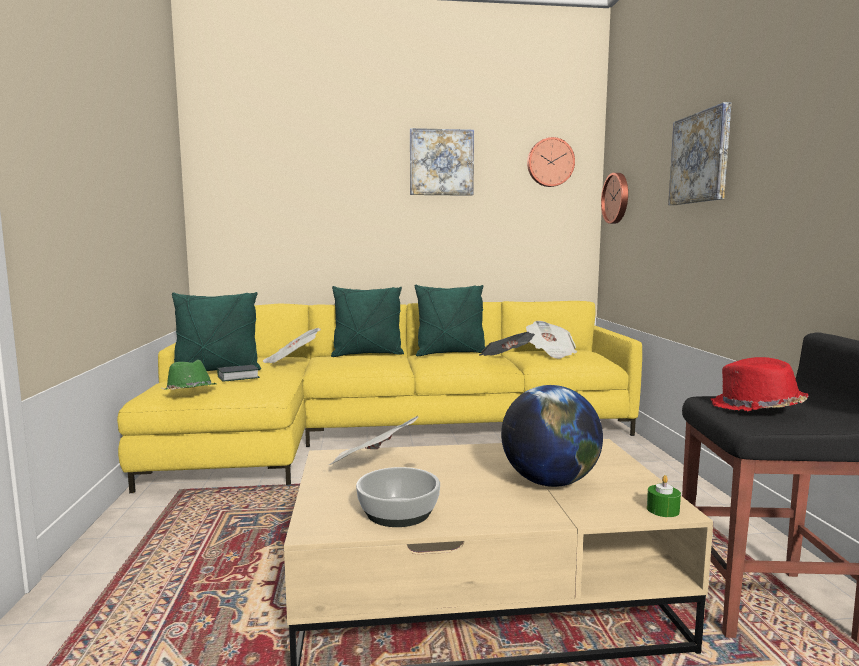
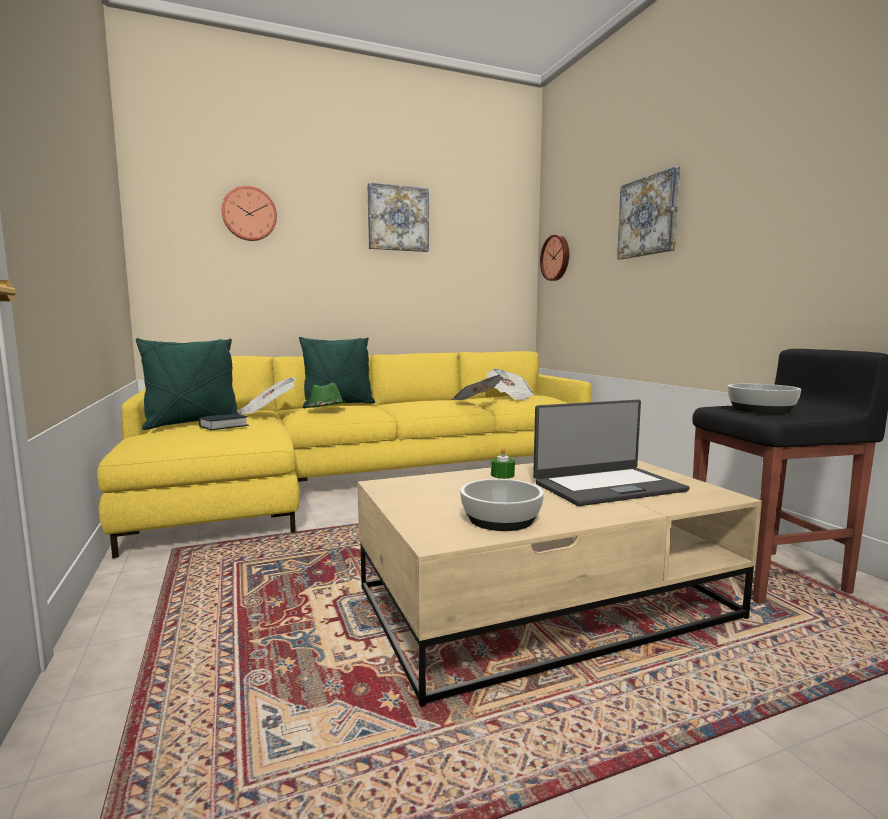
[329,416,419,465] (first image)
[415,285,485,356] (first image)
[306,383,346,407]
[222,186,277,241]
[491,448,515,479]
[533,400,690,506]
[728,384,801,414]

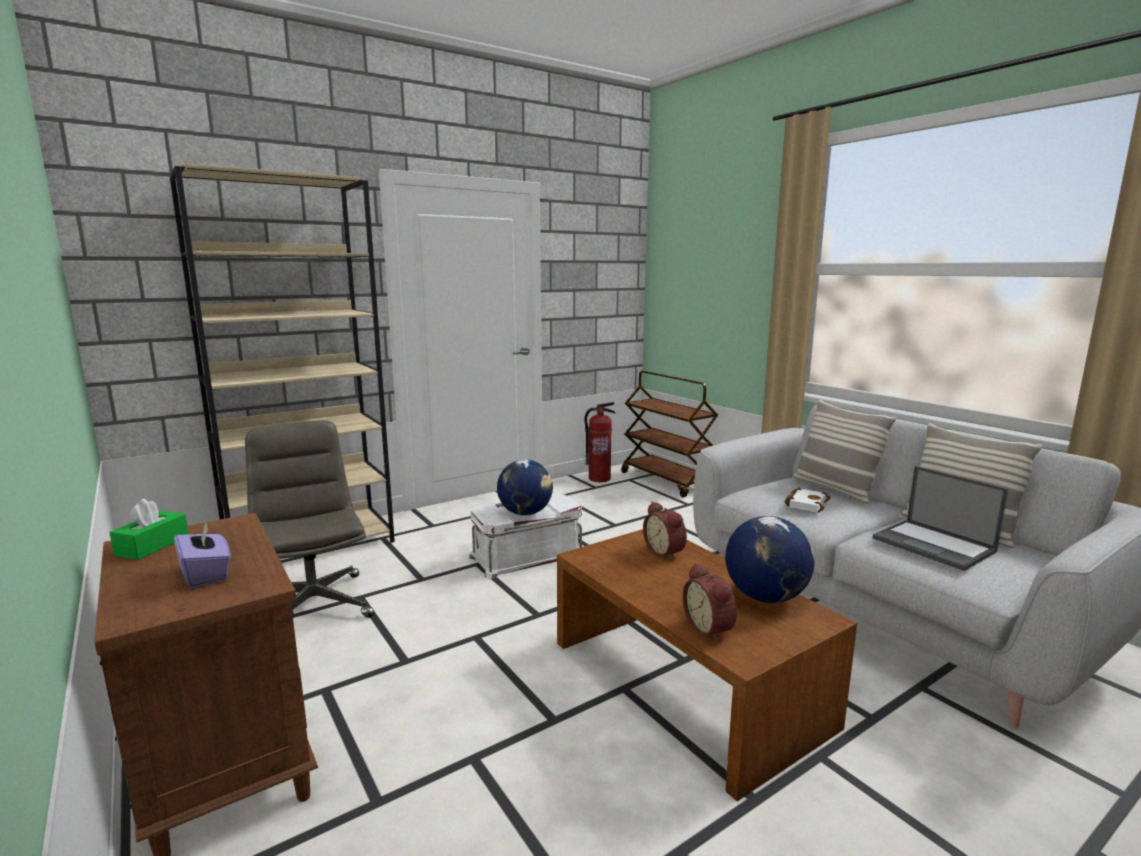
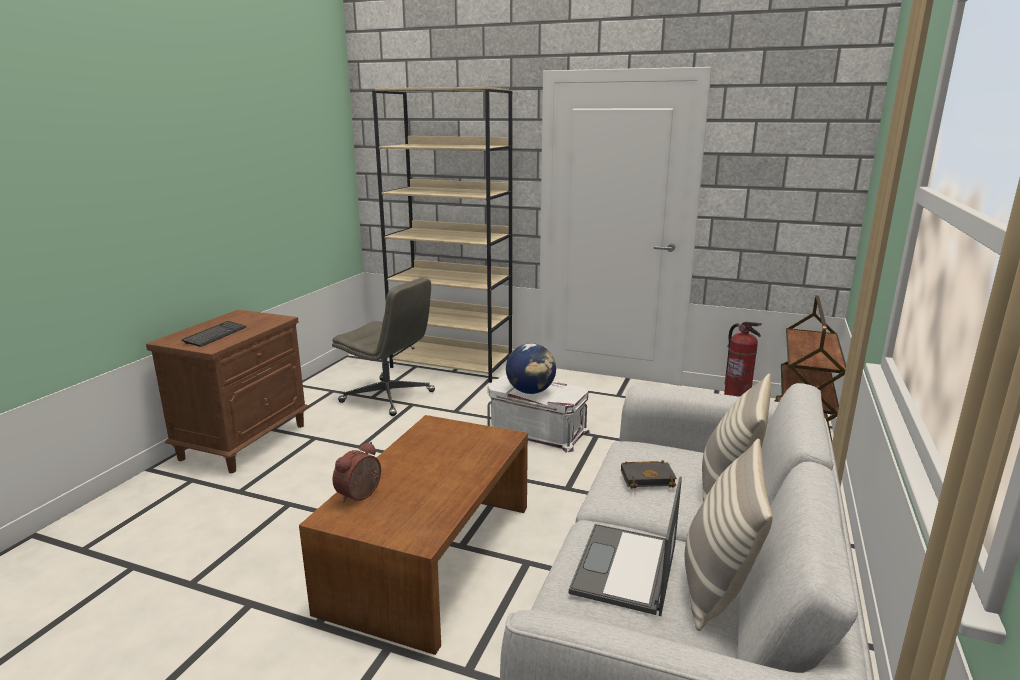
[109,498,189,560] (first image)
[643,501,687,561] (first image)
[725,516,815,603] (first image)
[182,321,247,347]
[621,460,677,489]
[332,278,435,416]

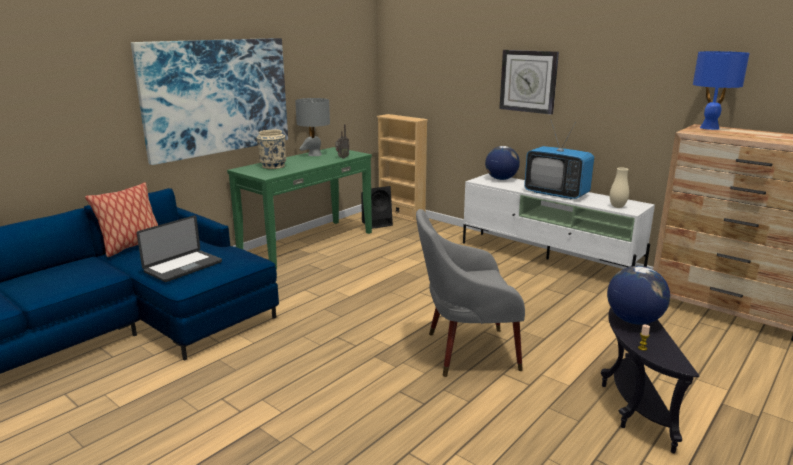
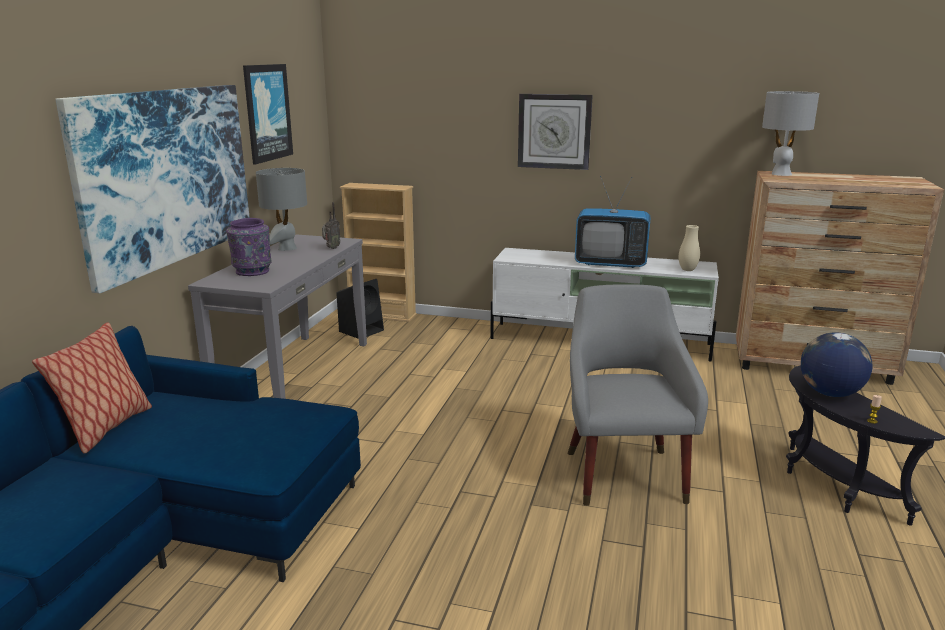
[137,215,222,282] (first image)
[485,146,520,180] (first image)
[243,64,293,165]
[188,234,367,399]
[226,218,272,276]
[762,91,819,176]
[567,284,708,506]

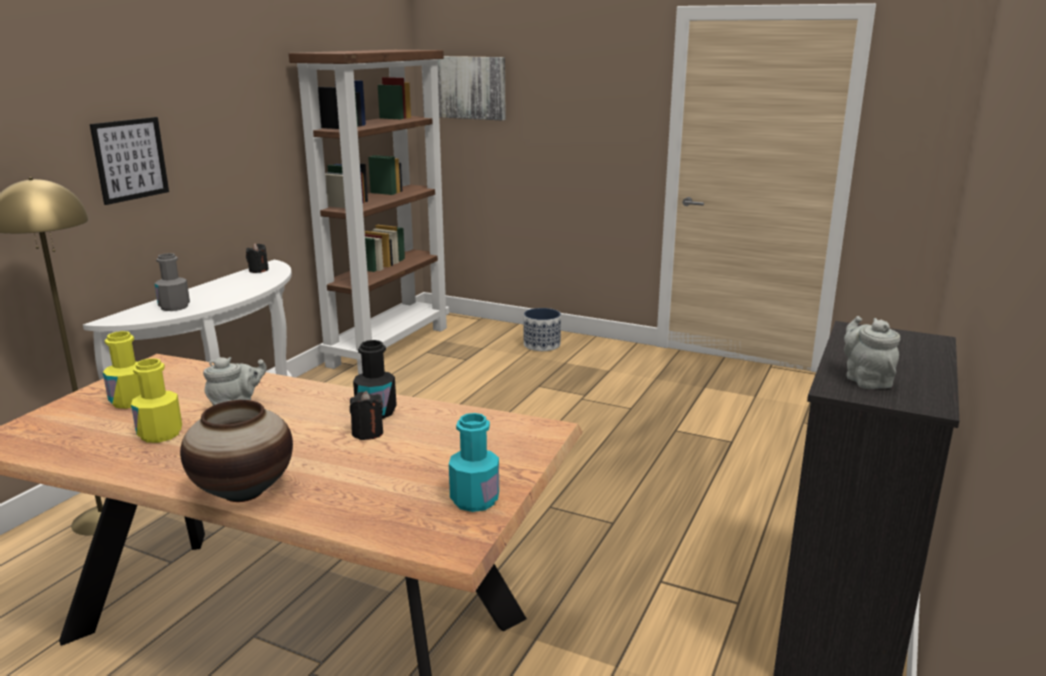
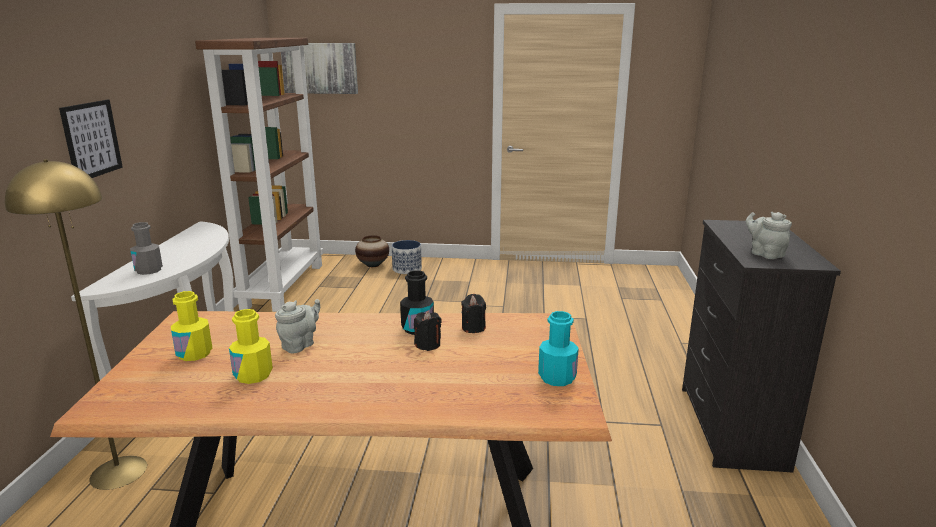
[355,235,389,267]
[461,294,486,333]

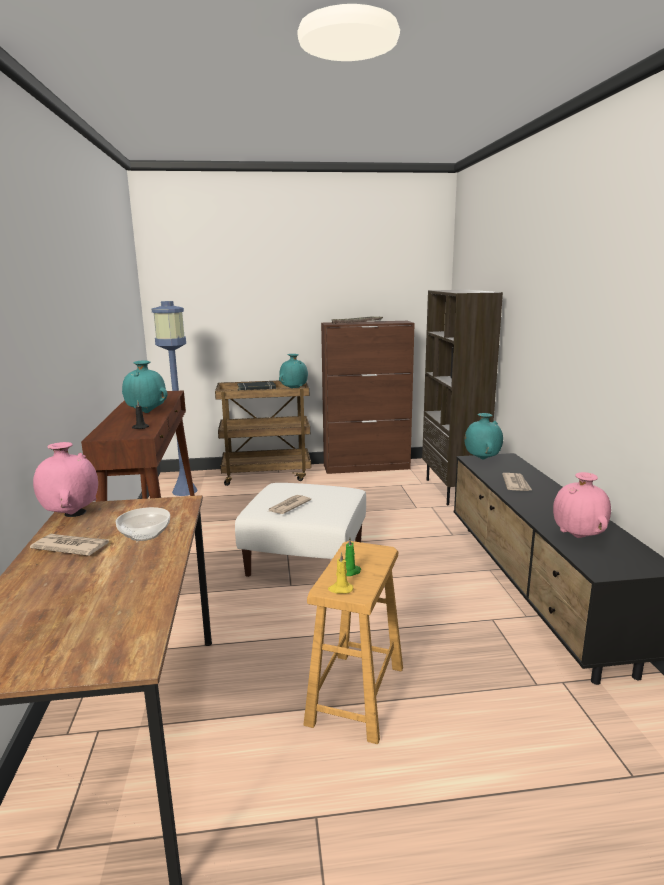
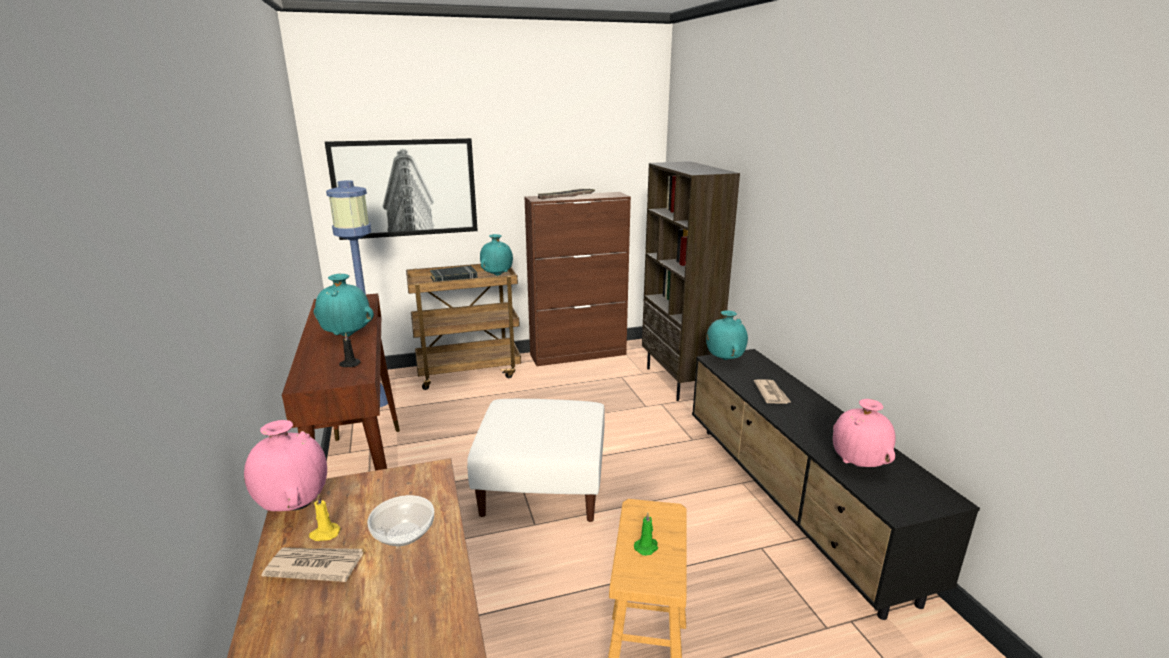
[269,495,311,514] (first image)
[325,138,478,240]
[309,494,340,541]

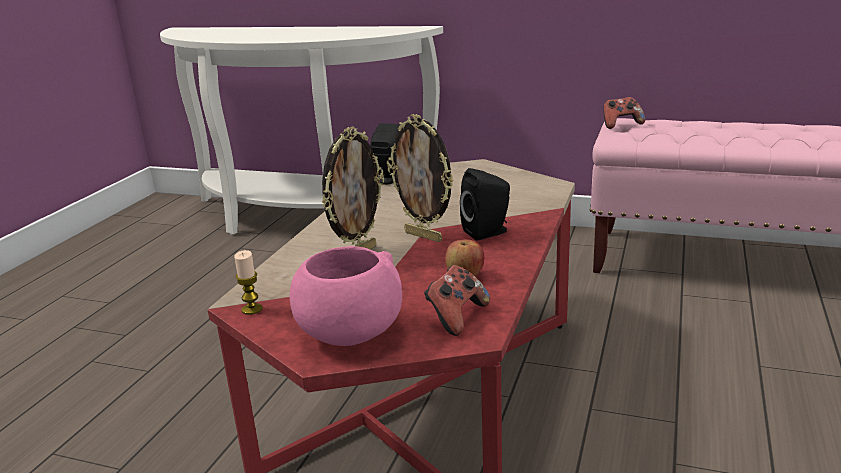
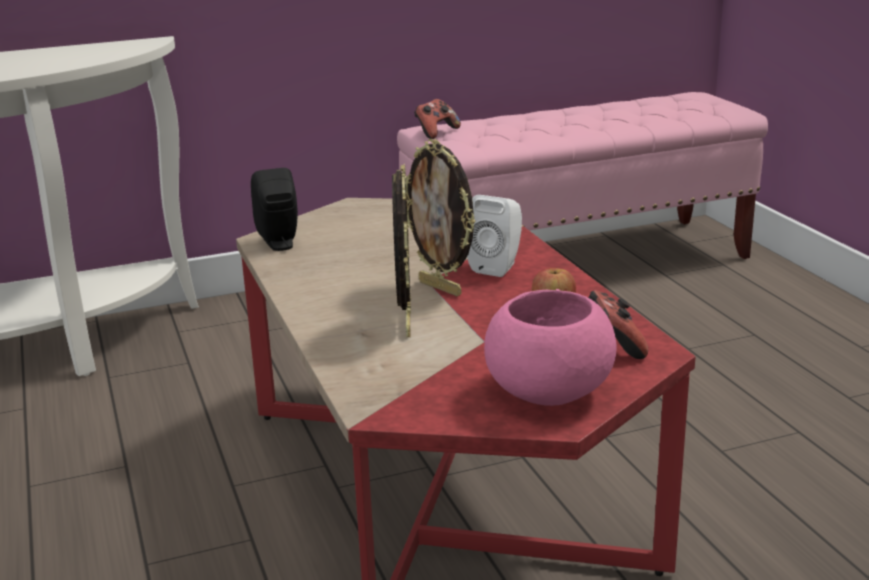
[234,250,262,315] (first image)
[467,195,522,277]
[406,139,476,296]

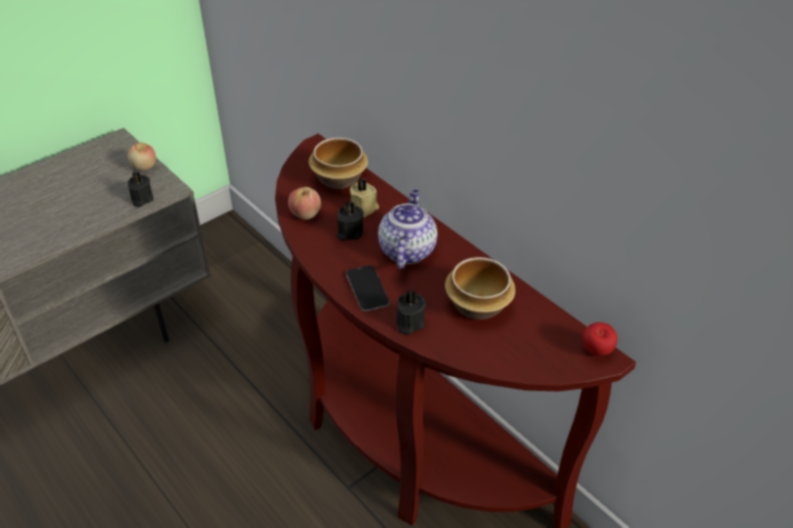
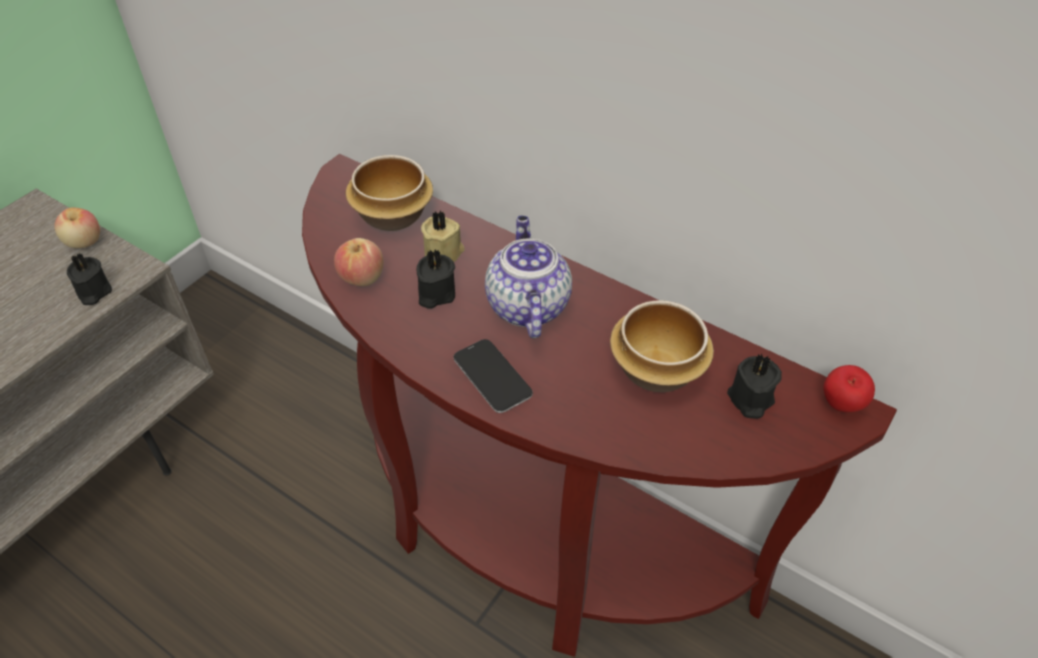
[727,353,782,419]

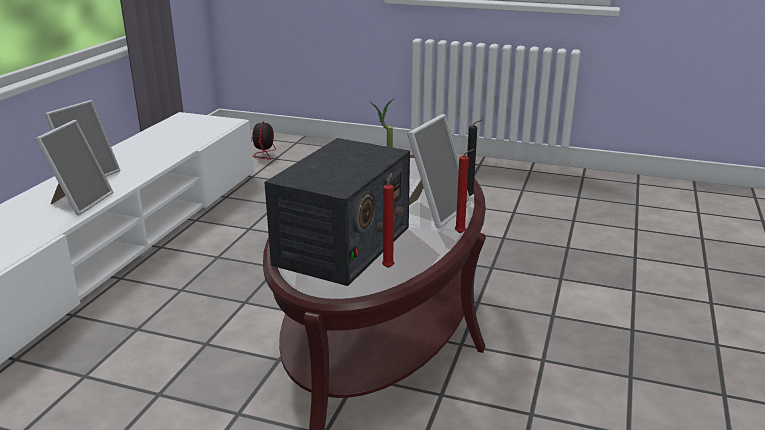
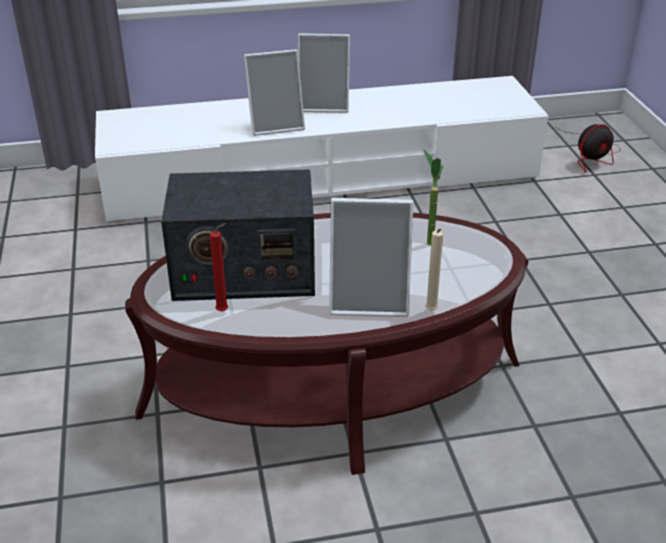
[455,149,475,233] (first image)
[425,229,443,311]

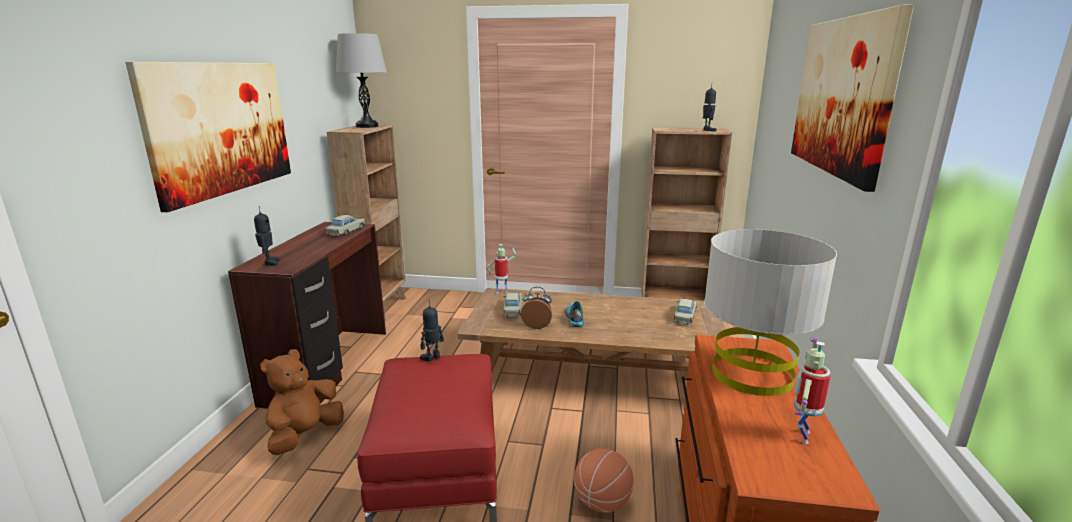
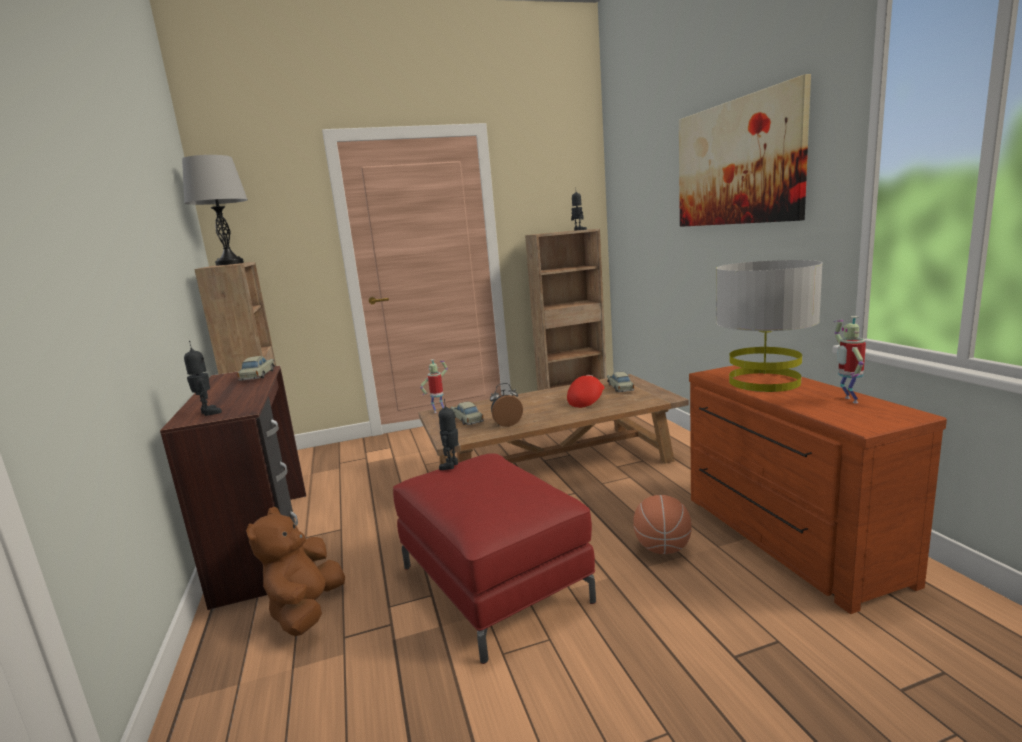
[125,62,291,212] (first image)
[565,301,584,327] (first image)
[567,375,604,408]

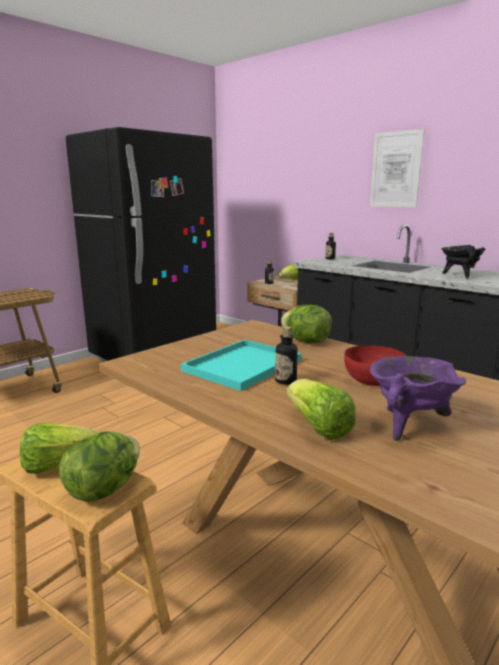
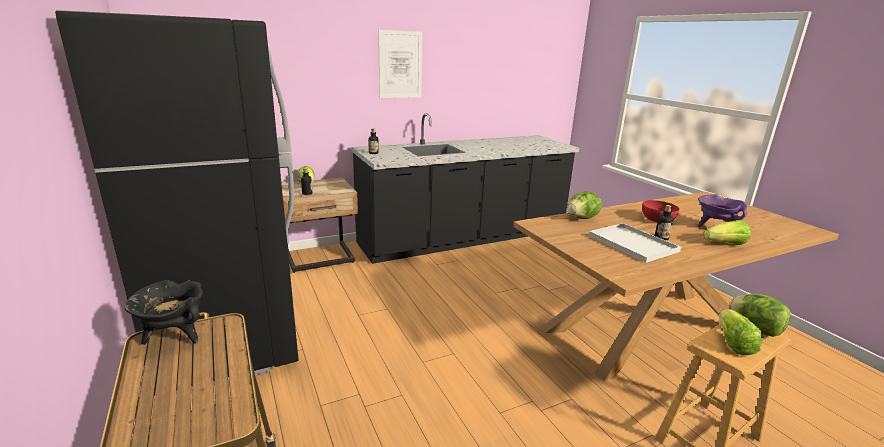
[125,280,203,345]
[589,223,681,263]

